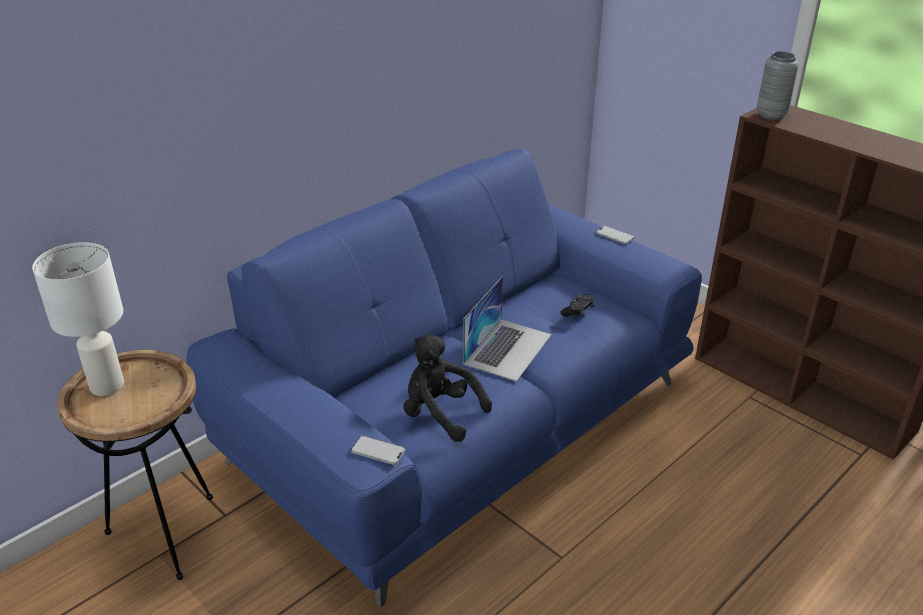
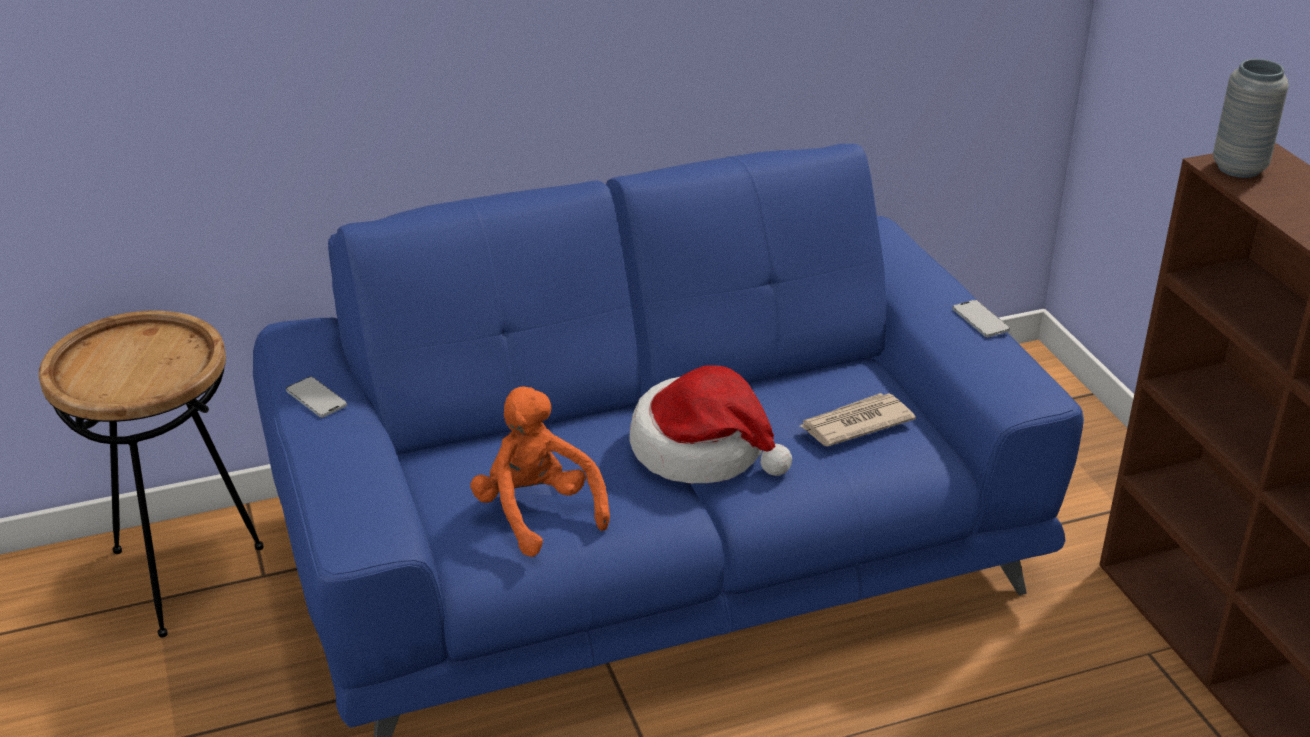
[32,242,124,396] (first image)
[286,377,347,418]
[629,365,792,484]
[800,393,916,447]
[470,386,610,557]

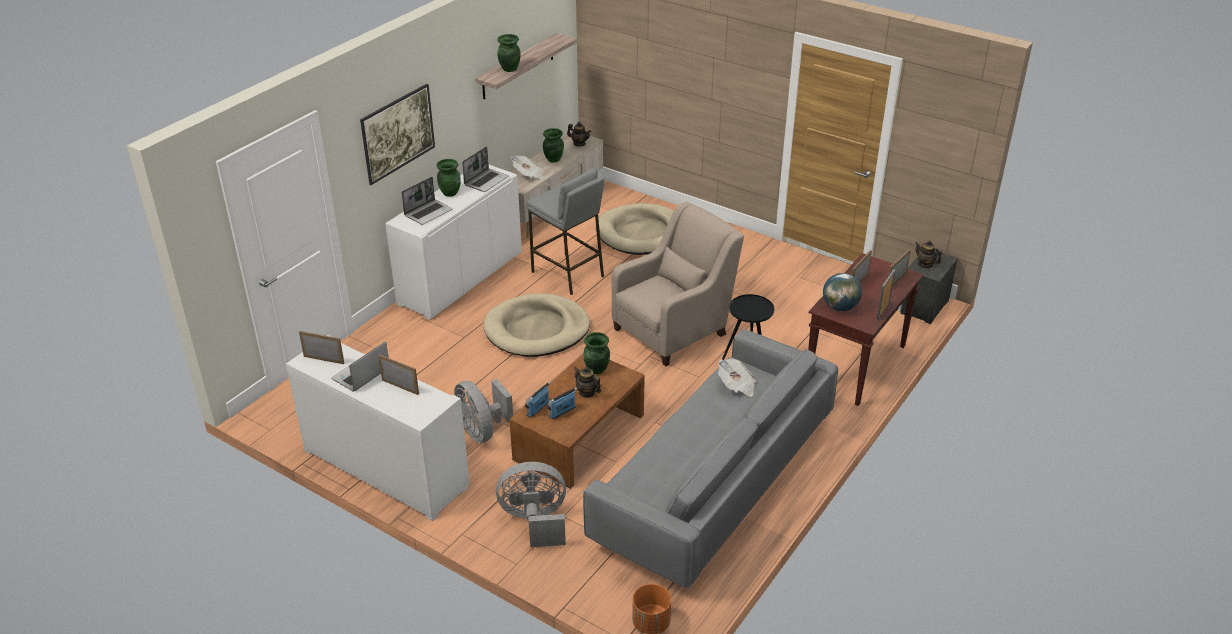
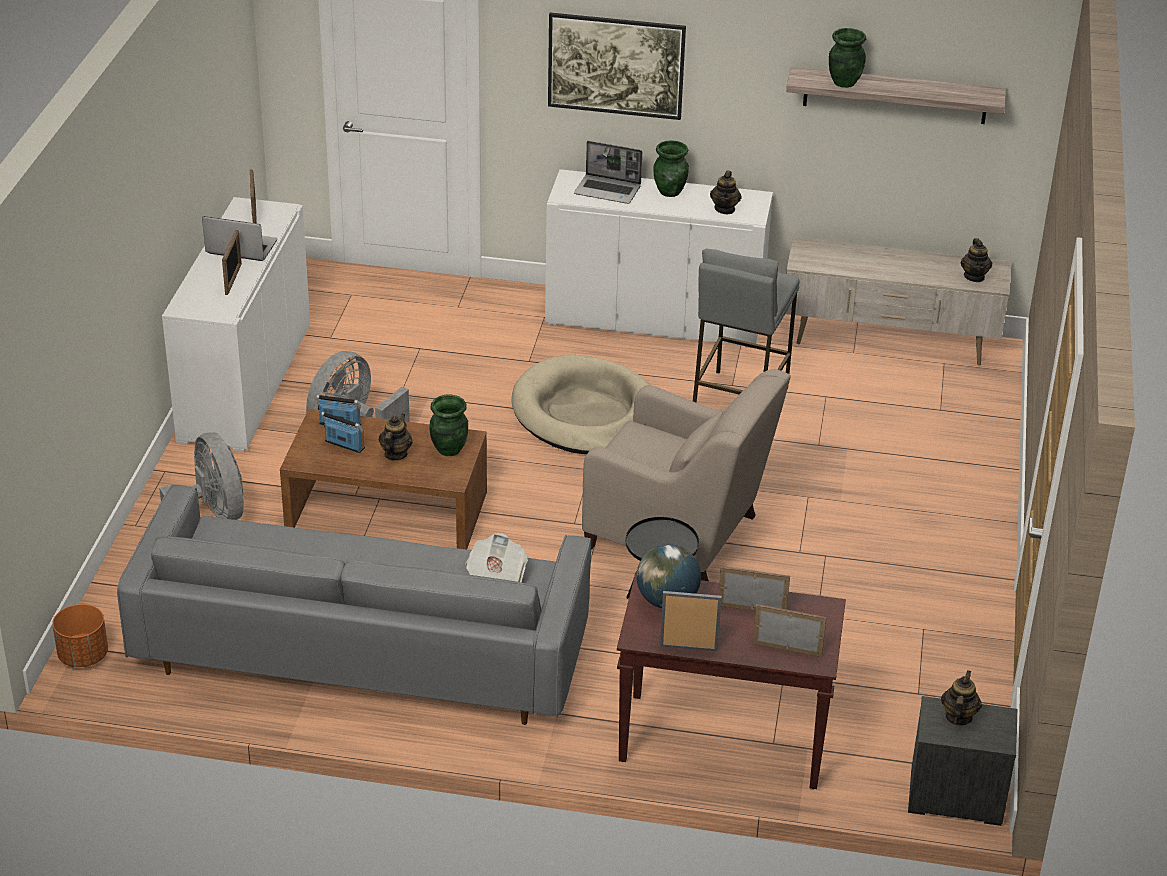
[511,155,543,179] (first image)
[543,128,564,163] (first image)
[595,203,674,255] (first image)
[710,170,742,214]

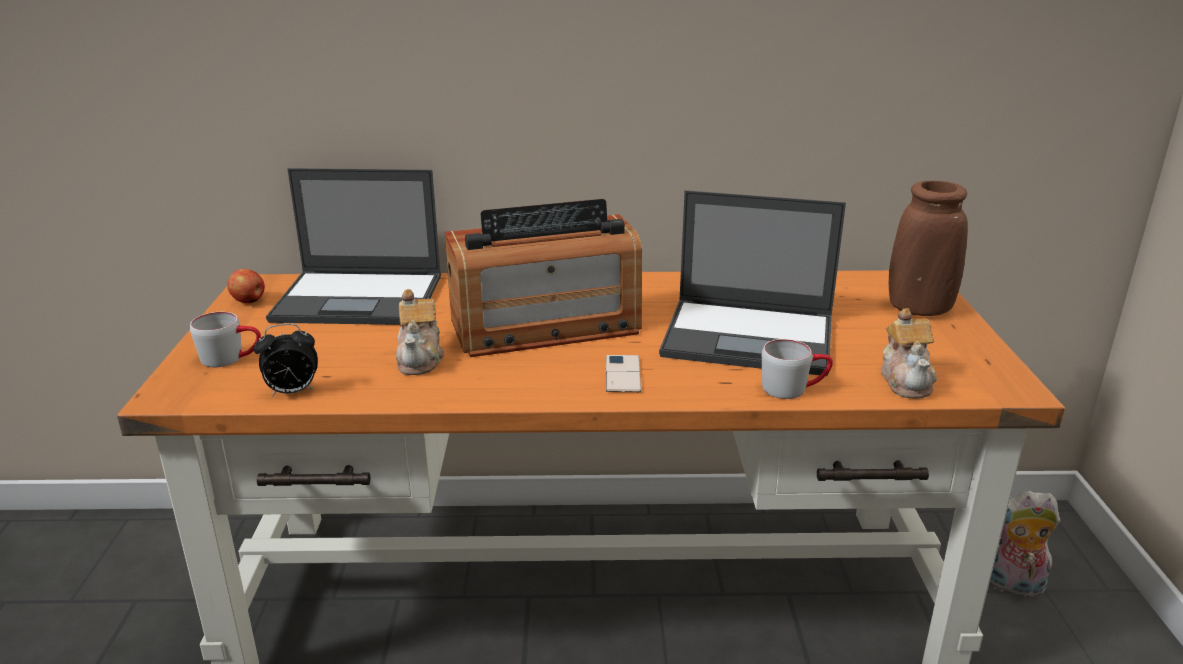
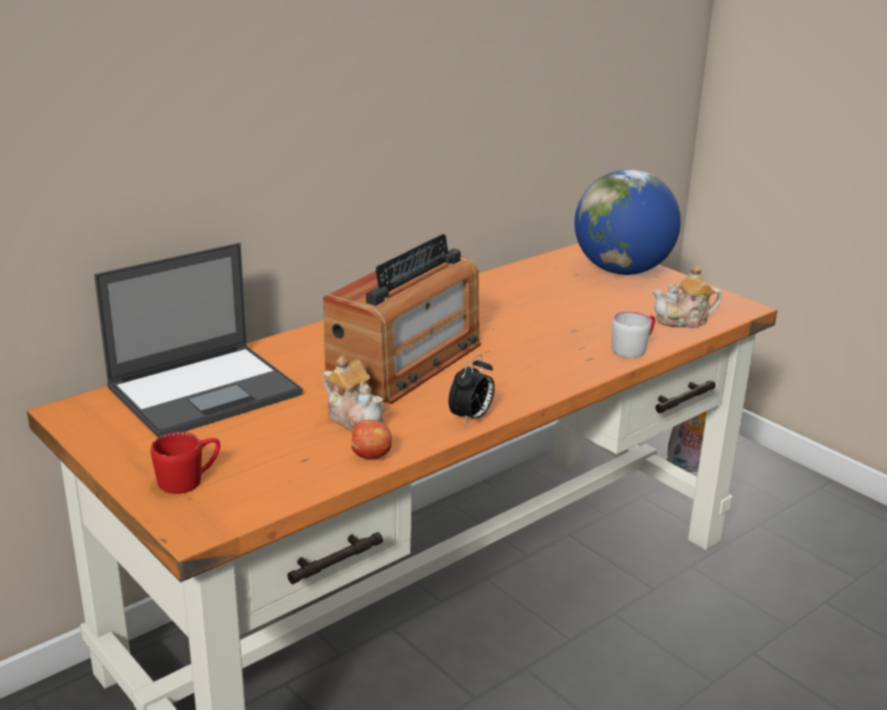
[606,355,641,392] (first image)
[659,190,846,376] (first image)
[351,420,392,459]
[448,355,495,425]
[575,169,681,275]
[151,432,220,494]
[652,265,722,328]

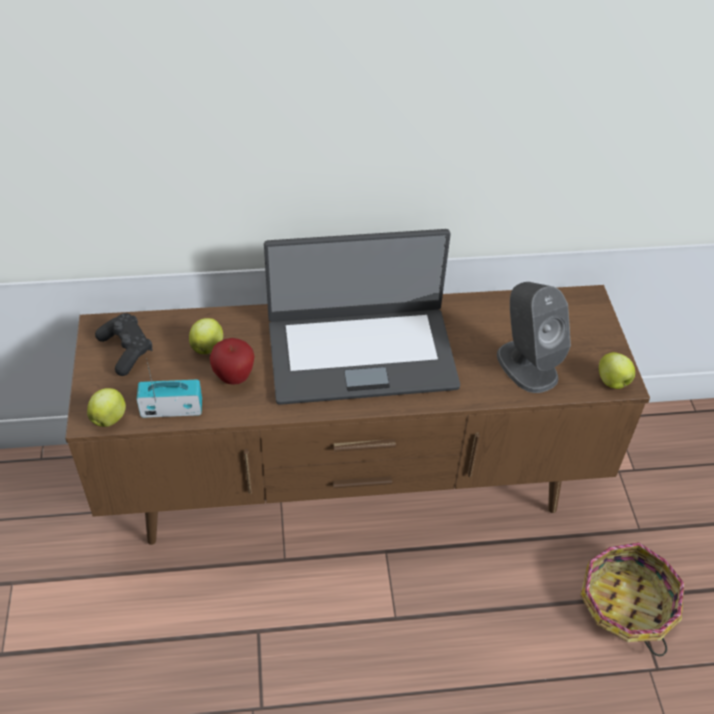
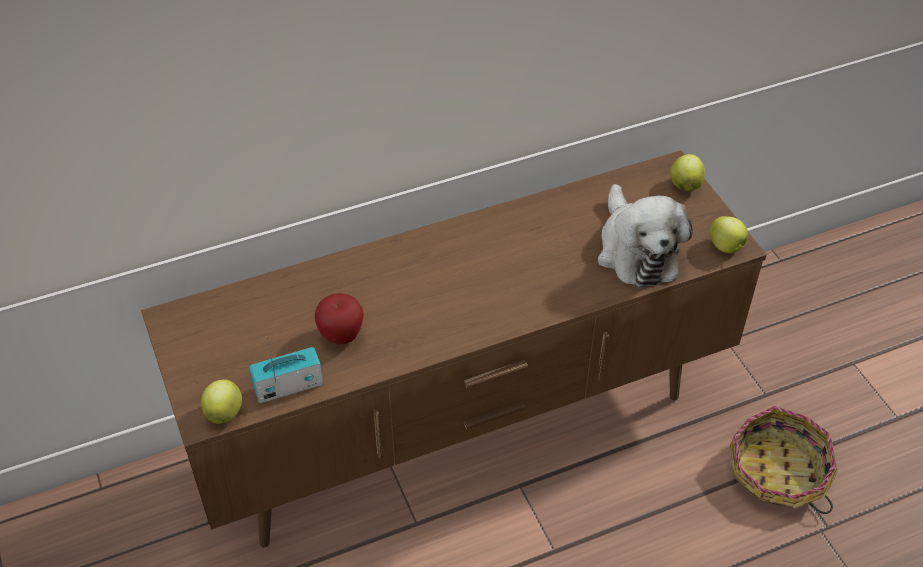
[95,313,153,376] (first image)
[264,229,460,405] (first image)
[670,154,705,192]
[598,184,693,288]

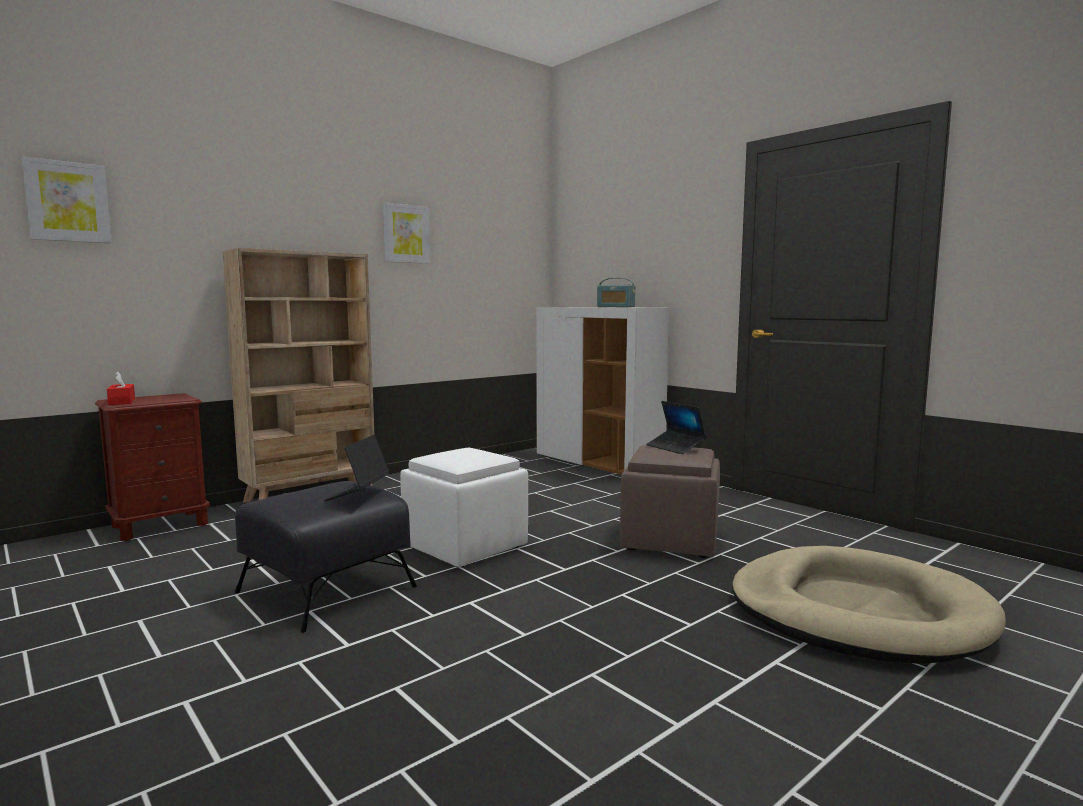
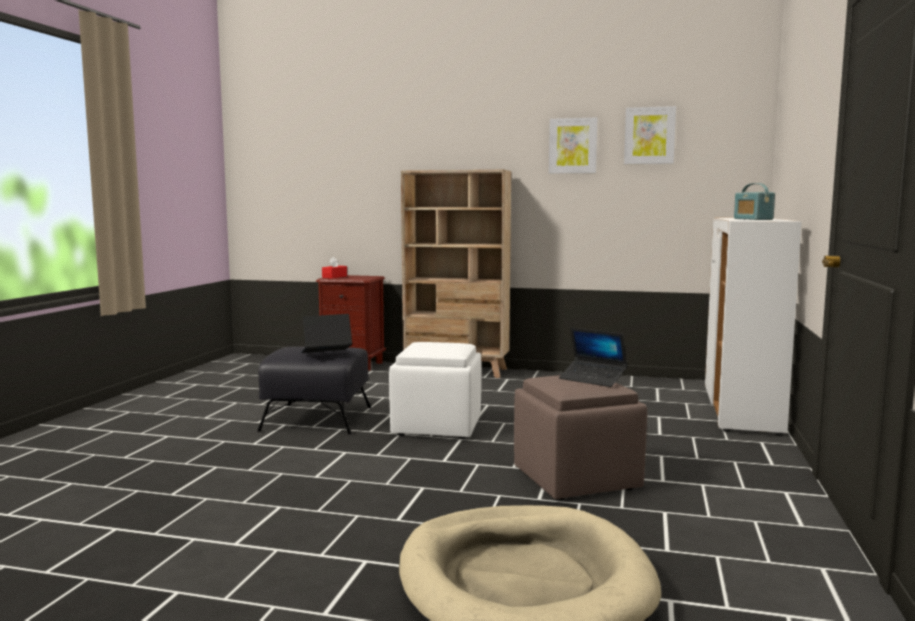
[624,106,676,164]
[559,327,627,387]

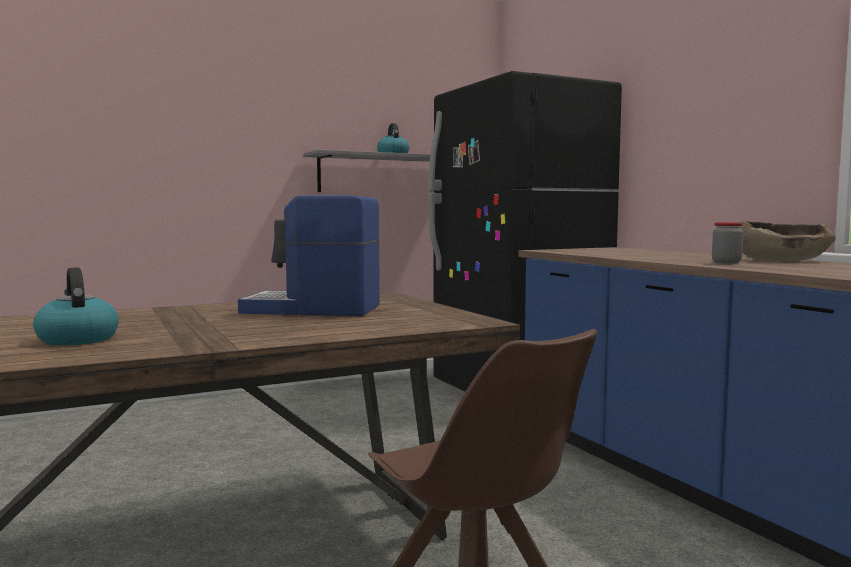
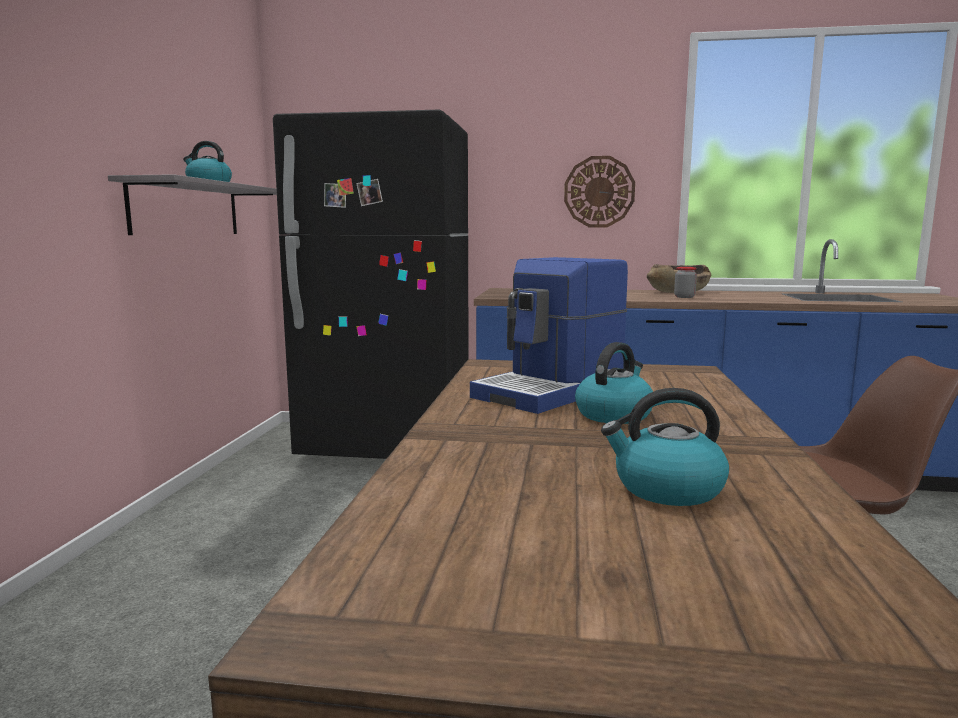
[564,156,635,227]
[575,342,653,424]

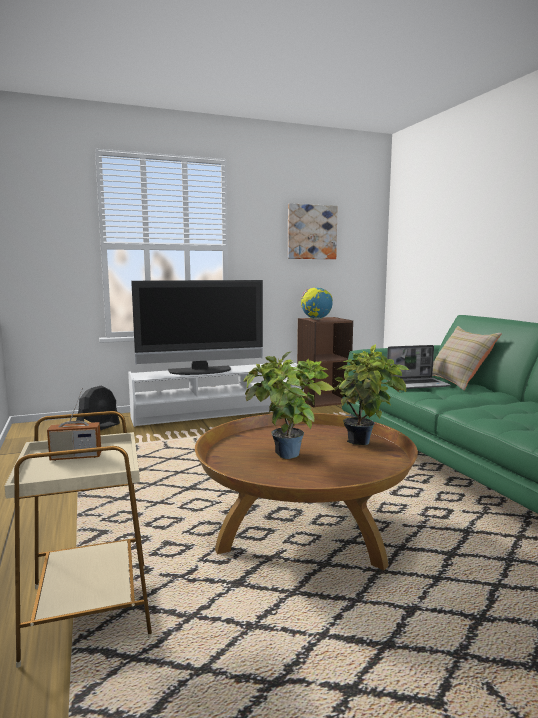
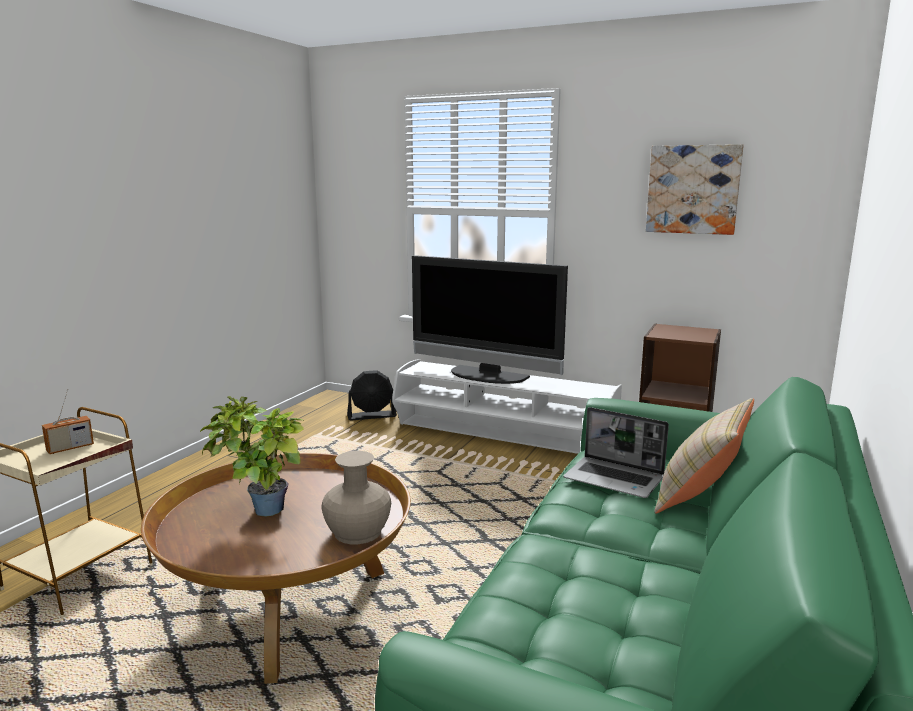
[301,288,333,320] (first image)
[321,451,391,544]
[42,389,94,454]

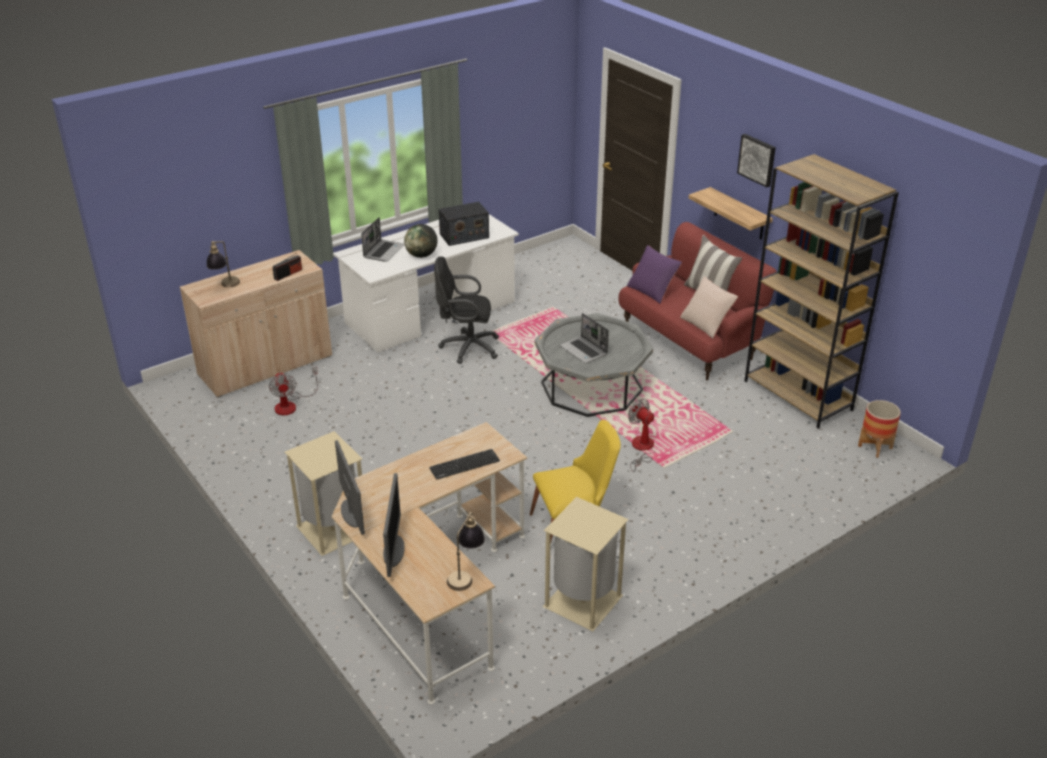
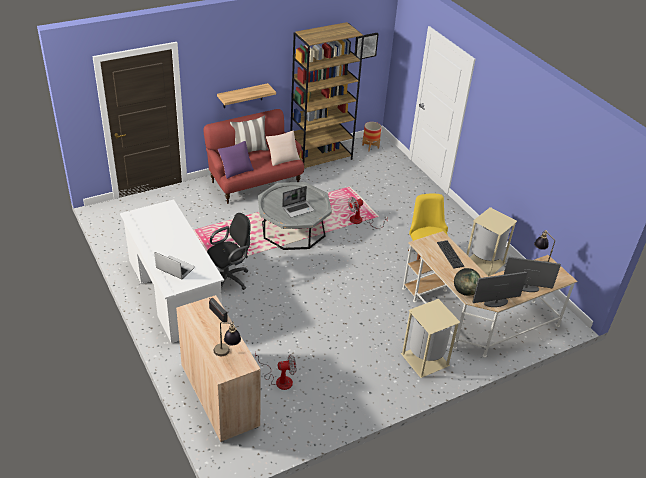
[439,202,489,246] (first image)
[454,268,481,296]
[355,33,378,59]
[207,213,251,290]

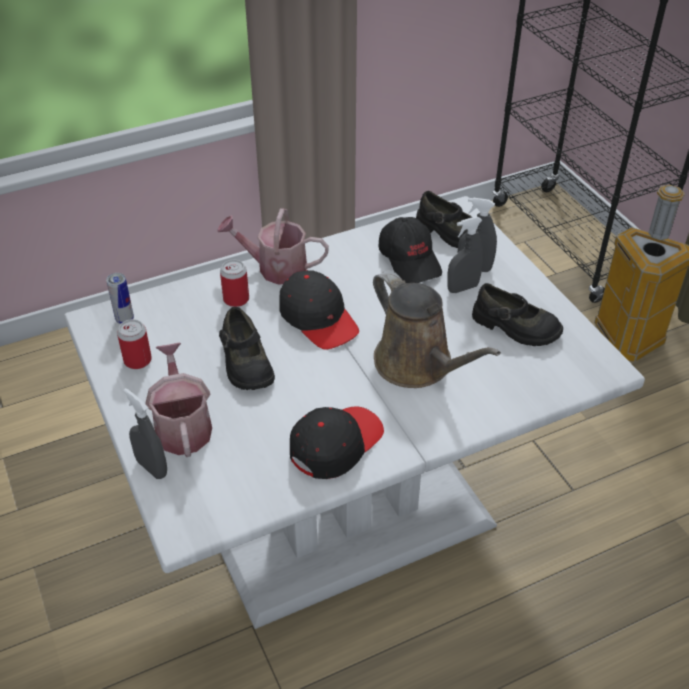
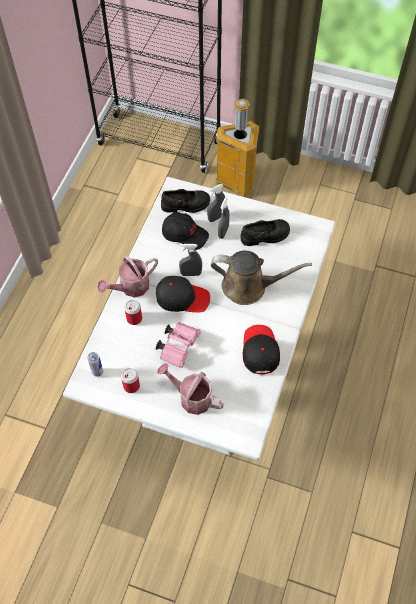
[179,244,202,276]
[156,322,201,368]

